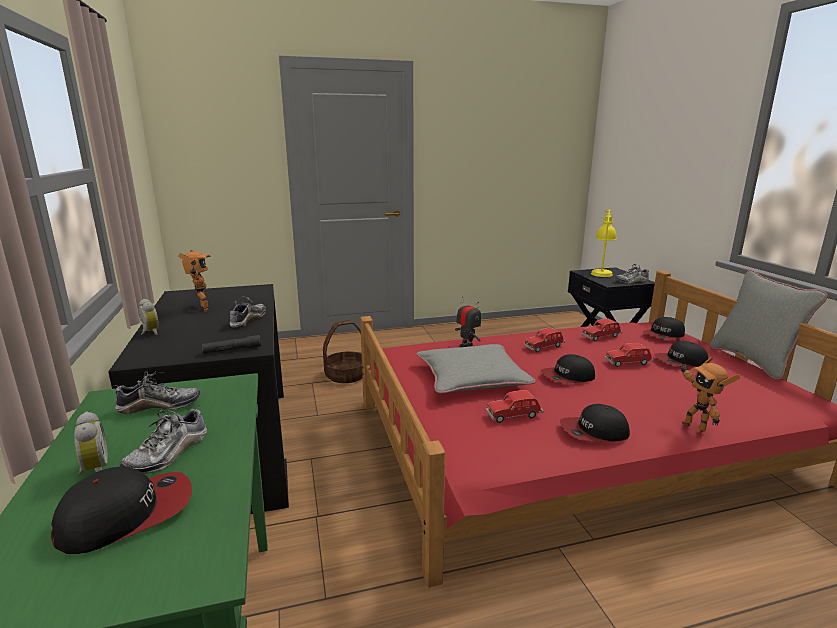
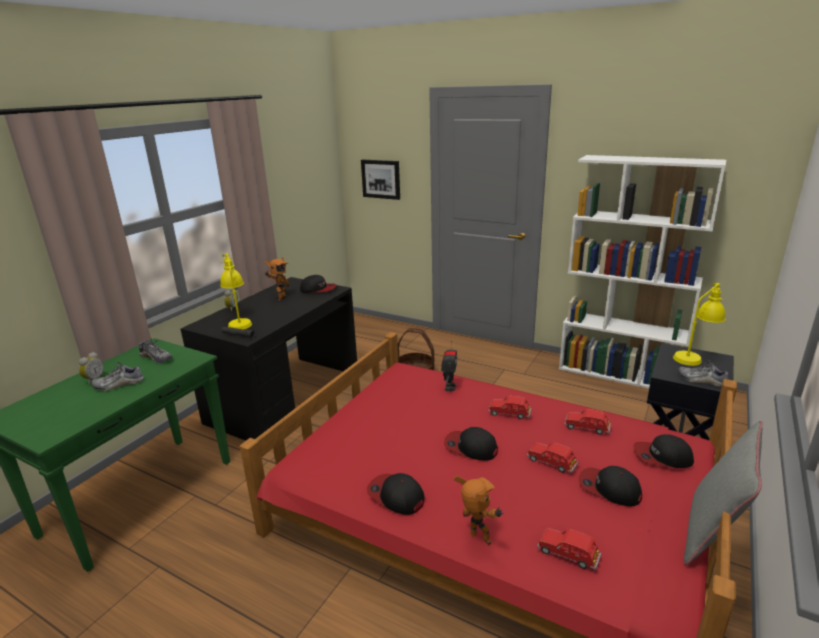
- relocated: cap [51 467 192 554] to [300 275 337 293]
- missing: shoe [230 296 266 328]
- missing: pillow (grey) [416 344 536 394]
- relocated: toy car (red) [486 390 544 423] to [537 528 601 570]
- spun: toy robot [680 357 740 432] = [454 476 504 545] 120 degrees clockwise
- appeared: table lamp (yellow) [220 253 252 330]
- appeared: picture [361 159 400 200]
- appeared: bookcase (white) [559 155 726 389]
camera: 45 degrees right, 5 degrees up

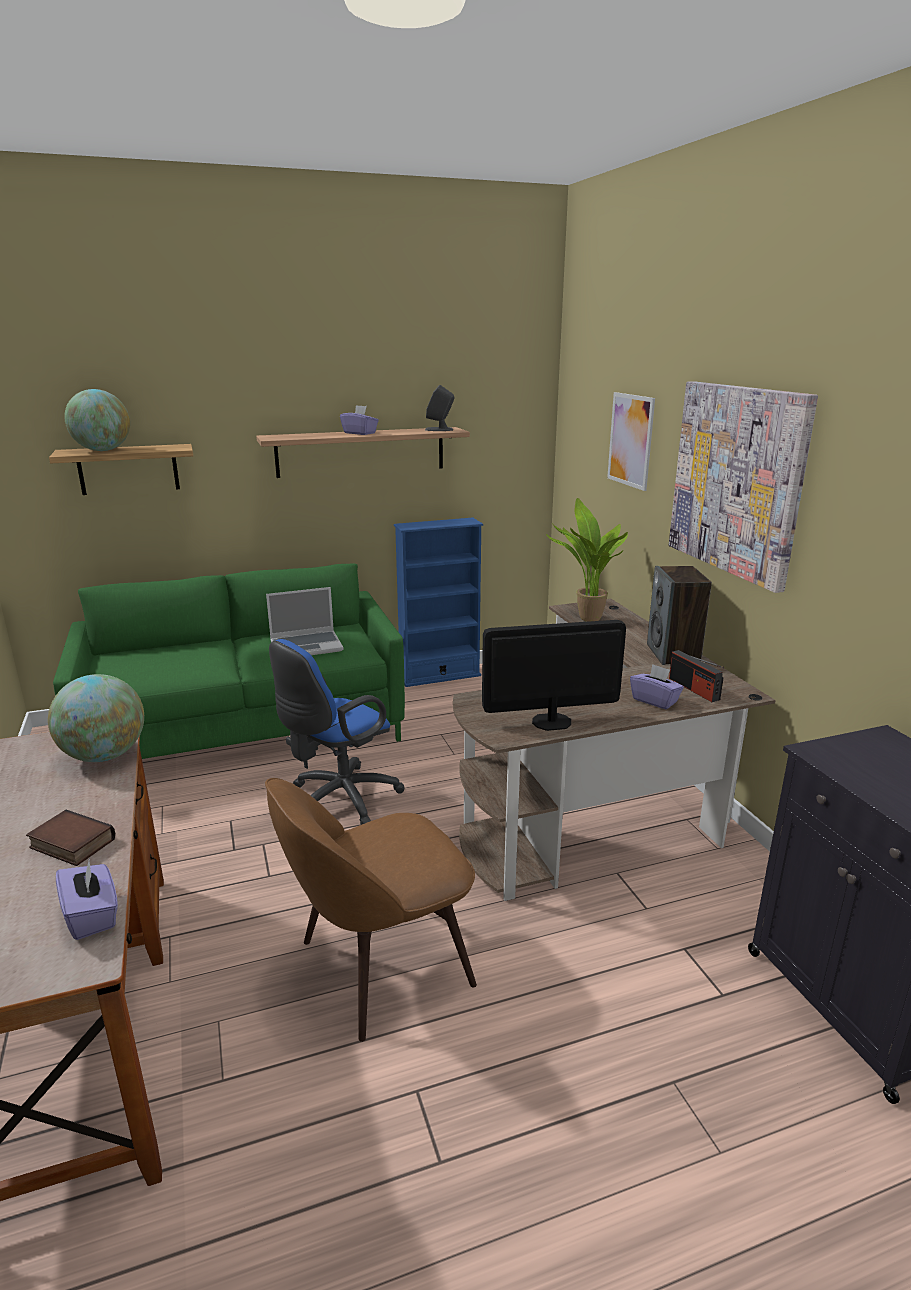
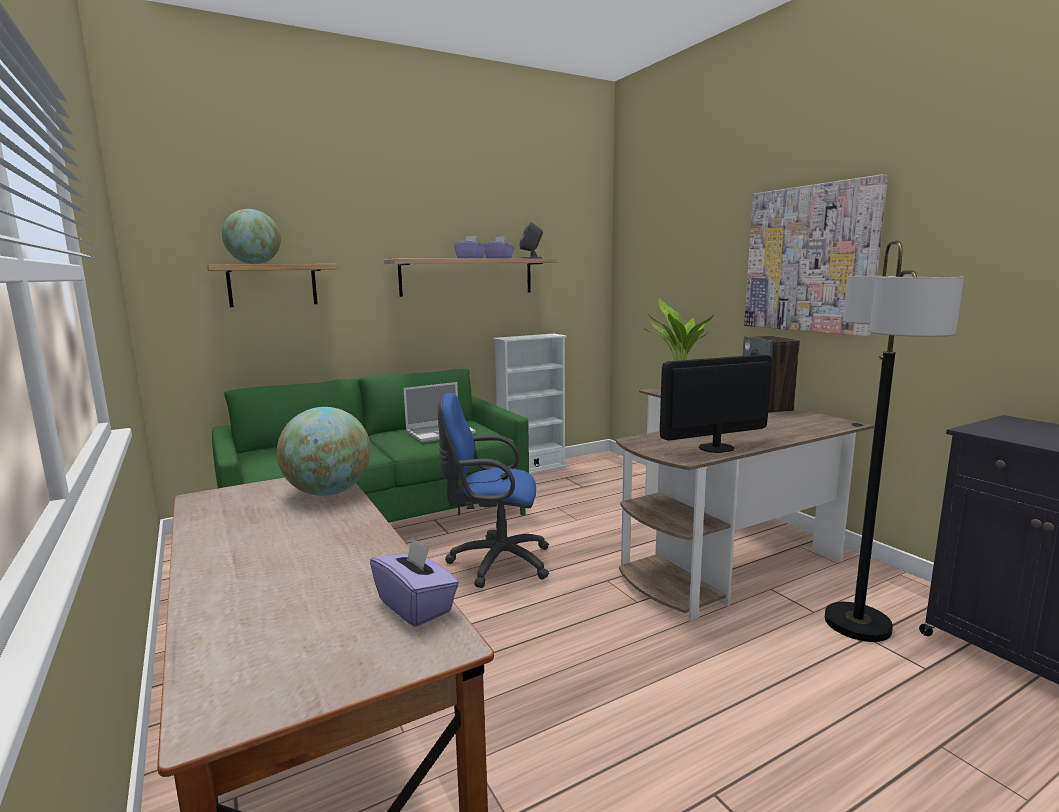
- missing: book [26 810 115 866]
- missing: chair (brown) [265 778 477 1042]
- spun: office chair (blue) [269 639 405 825] = [437 393 549 588] 60 degrees clockwise
- colour: bookcase (blue) [394 518 483 687] to bookcase (white) [493 334 567 474]
- missing: picture [607 392 655 491]
- relocated: tissue box (purple) [630 664 684 710] to [483 236 514 258]
- missing: radio [669 650 724 702]
- appeared: floor lamp [825 241 964 642]
camera: 10 degrees left, 10 degrees down

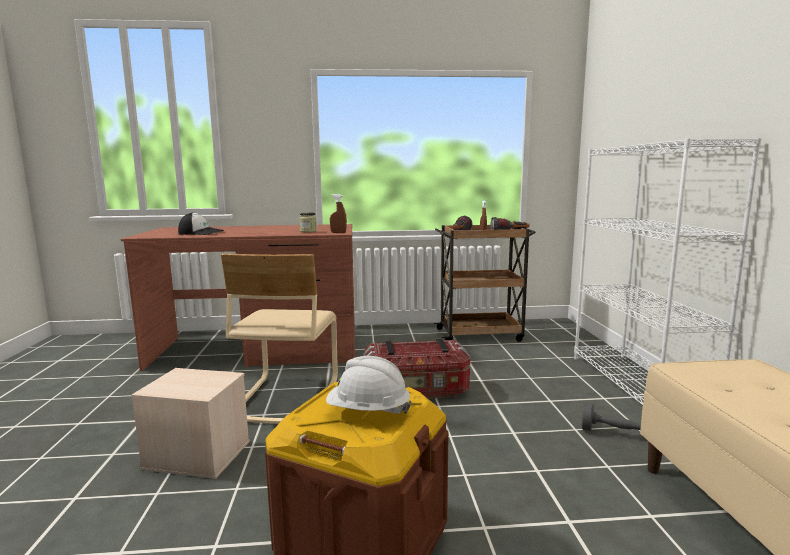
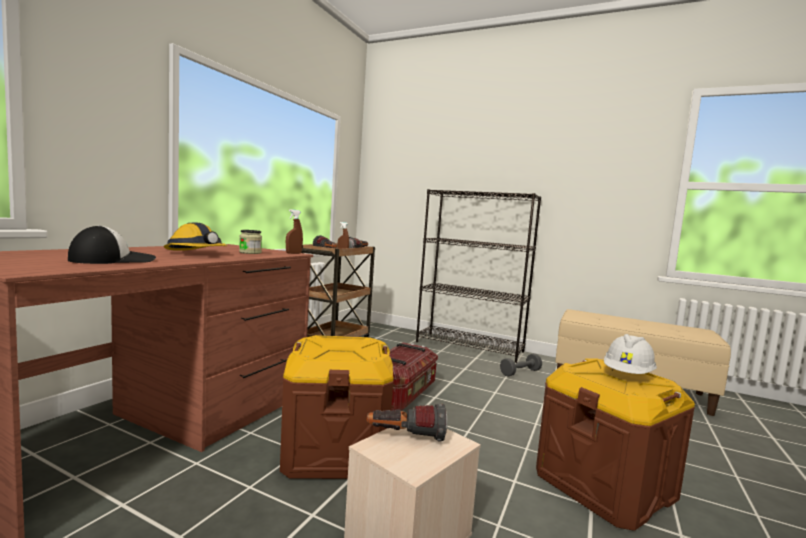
- exchanged: chair (beige) [221 253 338 424] to storage box (brown) [280 335 394 479]
- colour: bookcase (white) [574 138 762 405] to bookcase (black) [416 189 541 363]
- appeared: hard hat [164 222 228 251]
- appeared: flashlight [367 403 448 442]
camera: 60 degrees left, 5 degrees down

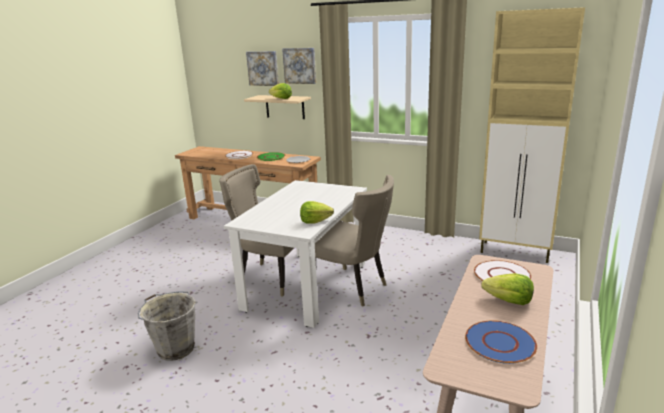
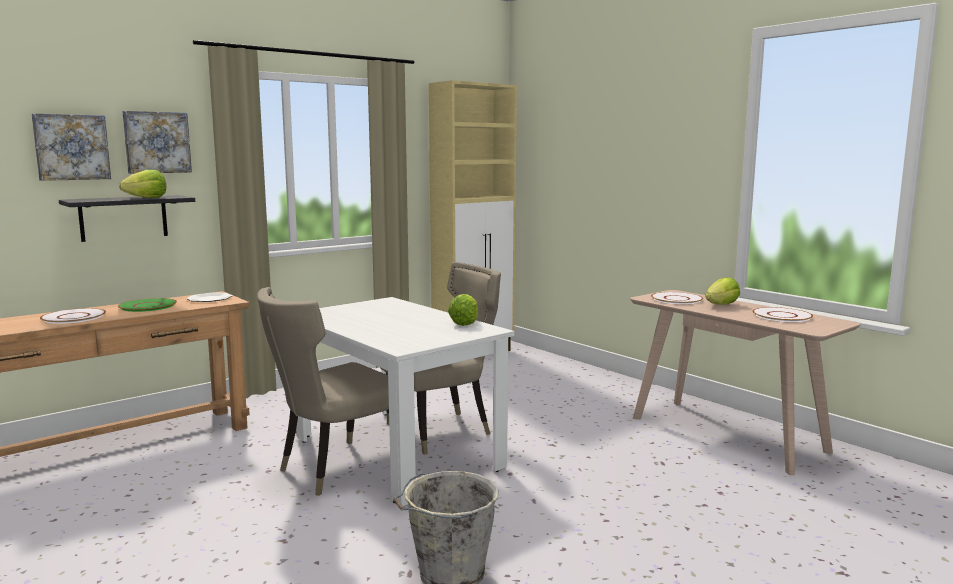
- colour: shelf (beige) [244 95 311 119] to shelf (black) [59 195 195 242]
- colour: plate (blue) [465 320 537 364] to plate (white) [752 307 813 322]
camera: 65 degrees left, 10 degrees down

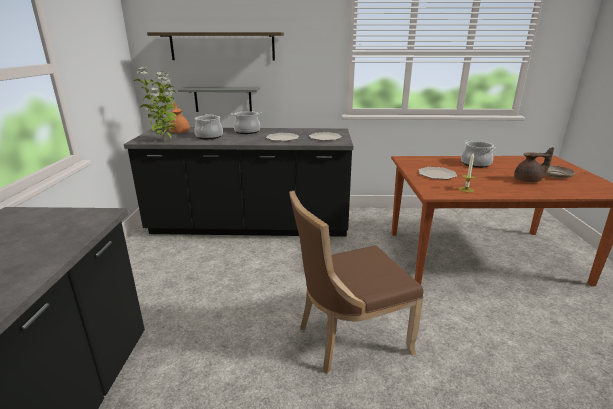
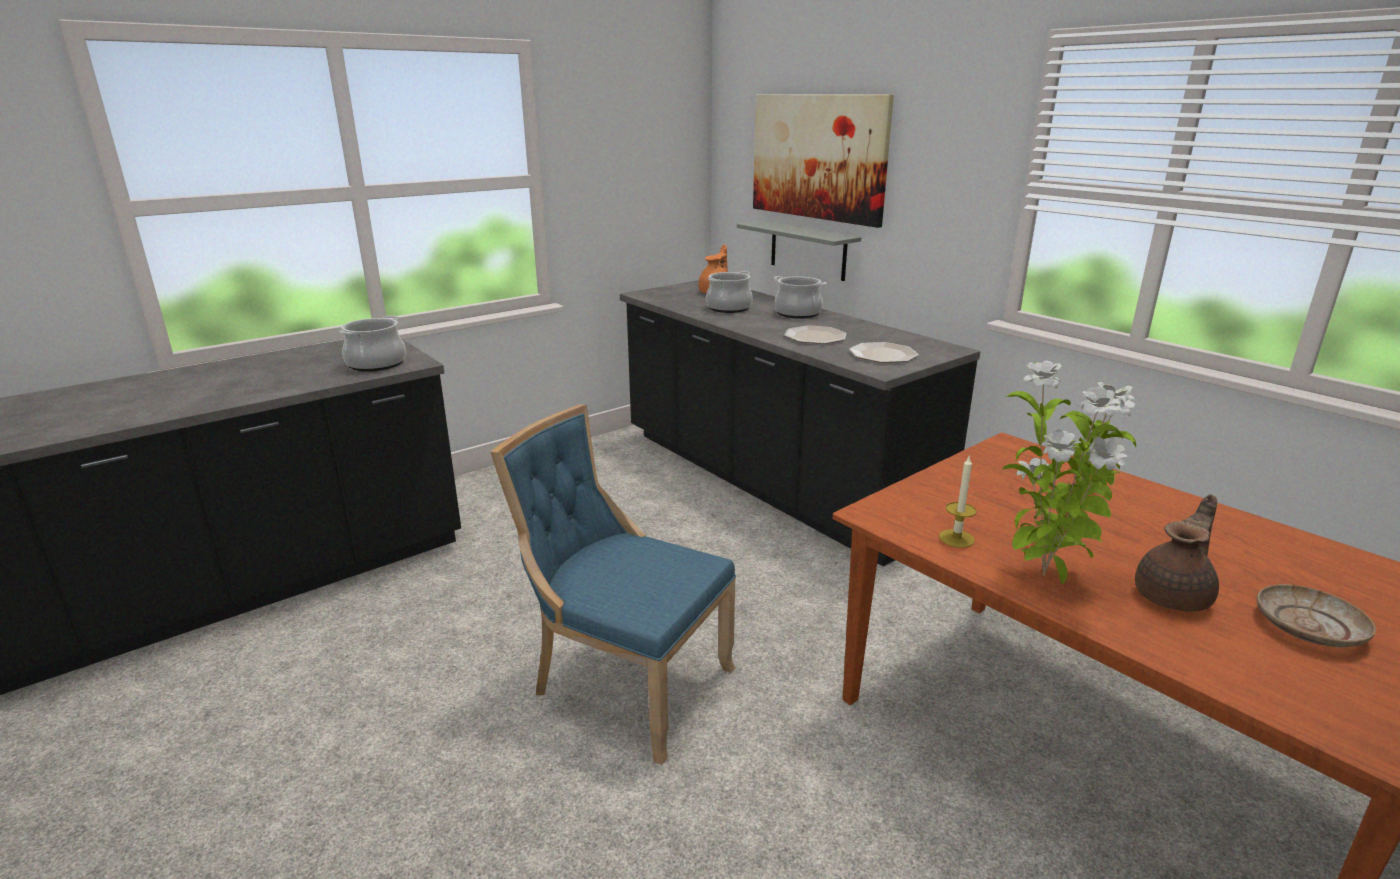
- relocated: potted plant [134 67 177 140] to [1002 361 1136 584]
- exchanged: shelf [147 32 284 60] to picture [753 95 894 228]
- colour: chair (brown) [289 191 423 374] to chair (blue) [491 404 736 765]
- missing: plate [418 167 457 179]
- relocated: cooking pot [461 140 496 168] to [339 315 406 372]
- spun: teapot (brown) [514 147 554 183] = [1135 494 1219 612] 90 degrees counterclockwise
camera: 50 degrees right, 0 degrees up

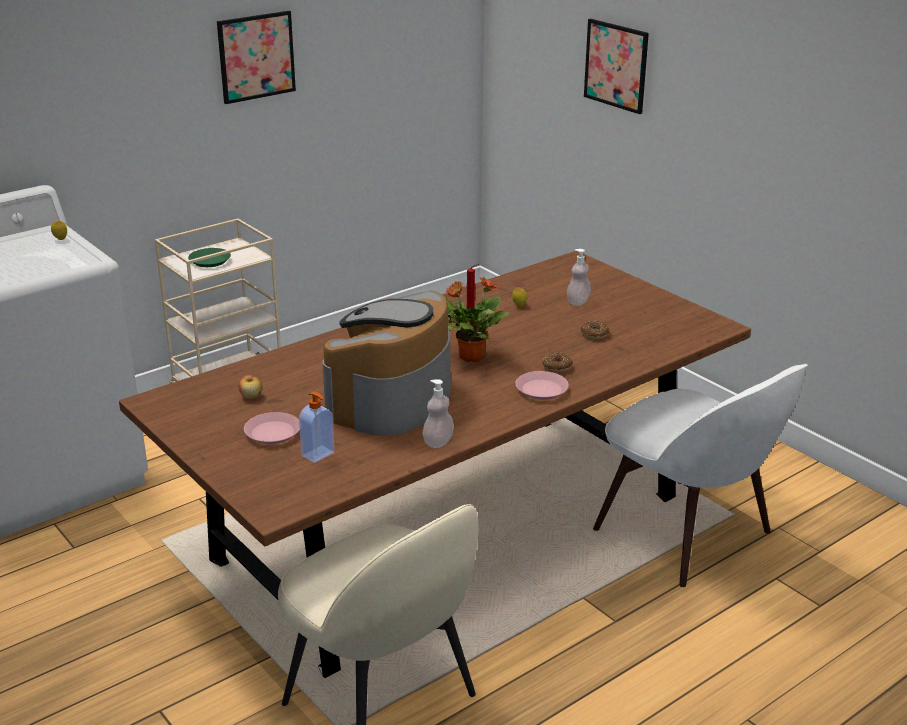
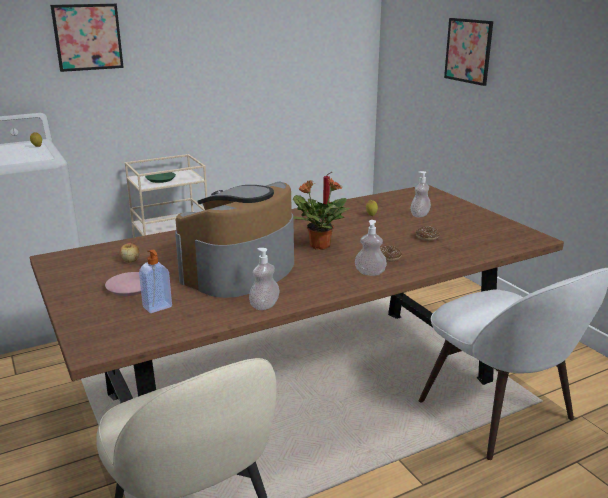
- relocated: picture [217 11 296 104] to [50 4 124 72]
- exchanged: plate (pink) [515 371 569 400] to soap dispenser [355 220 387 276]
camera: 10 degrees right, 5 degrees down

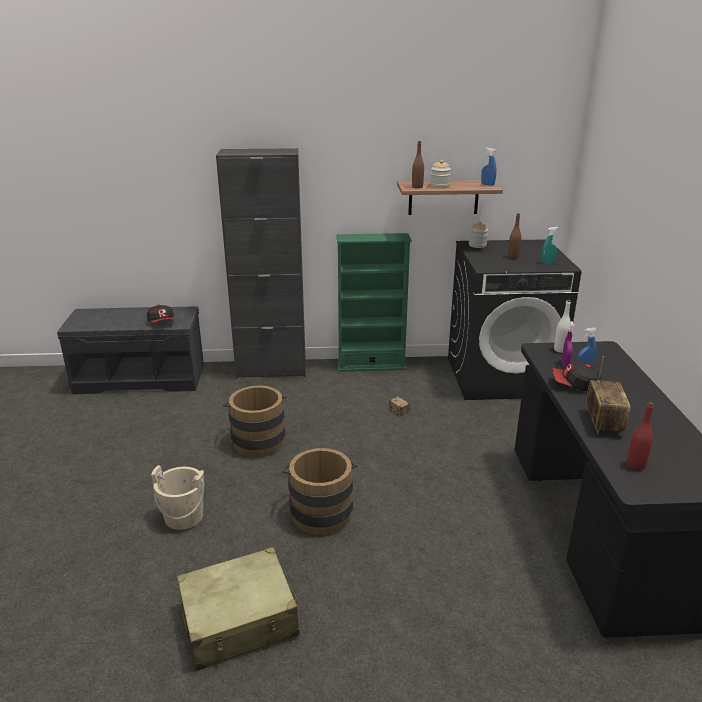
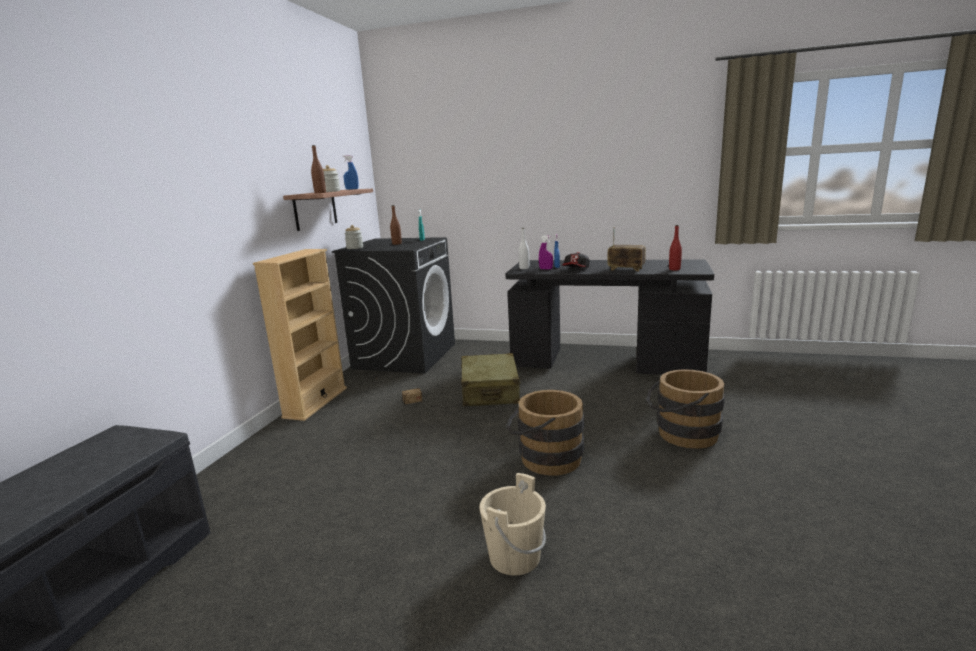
- missing: cap [147 304 174 323]
- relocated: suitcase (beige) [177 547 300 671] to [461 353 521 406]
- missing: cabinet (black) [216 148 306 378]
- relocated: bucket (brown) [222 385 287 457] to [646 369 725 449]
- colour: bookcase (green) [336 233 412 372] to bookcase (beige) [253 249 347 421]
camera: 70 degrees left, 10 degrees down

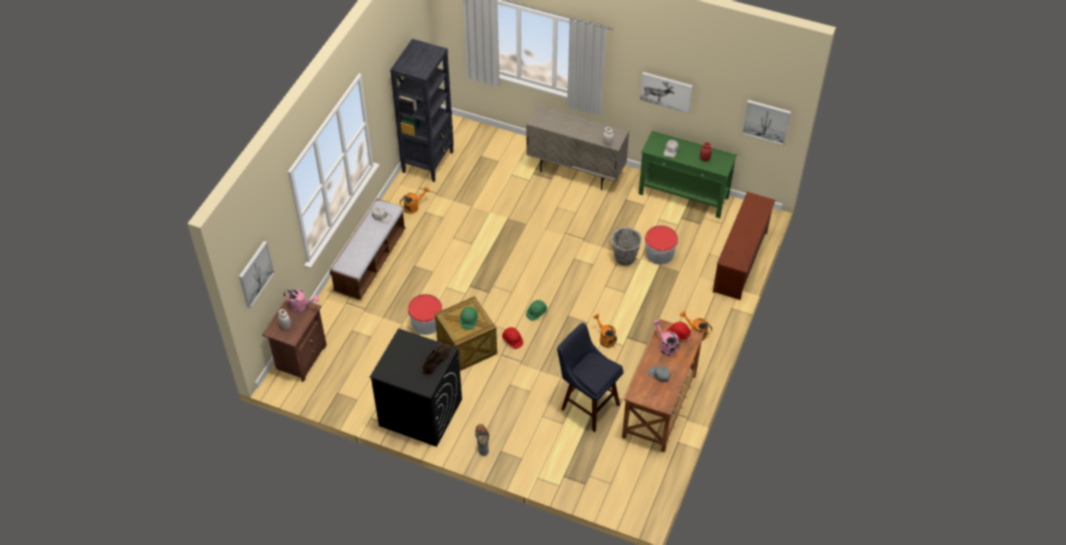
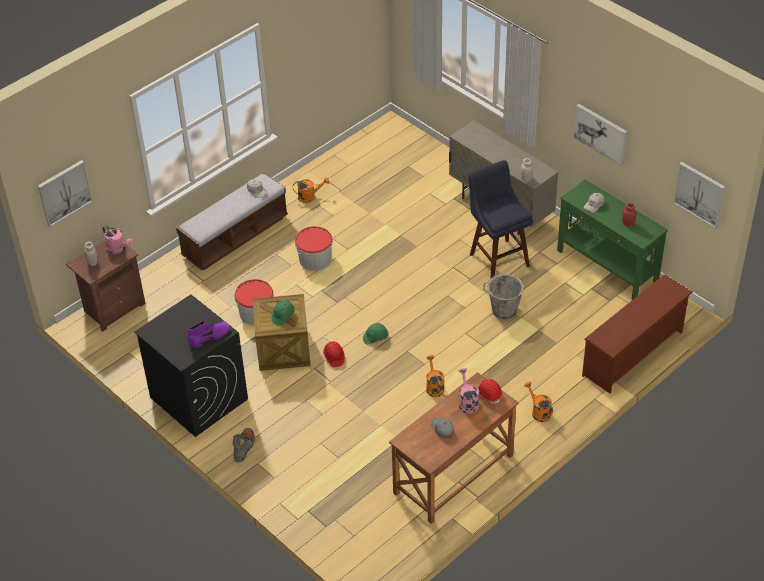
- missing: bookcase (black) [390 39 454 182]
- colour: boot (brown) [422 344 451 374] to boot (purple) [188 320 230 348]
- relocated: stool (blue) [557 323 624 432] to [468 160 533 280]
- relocated: bucket [645 225 678 265] to [295 226 333 271]
camera: 25 degrees right, 5 degrees down

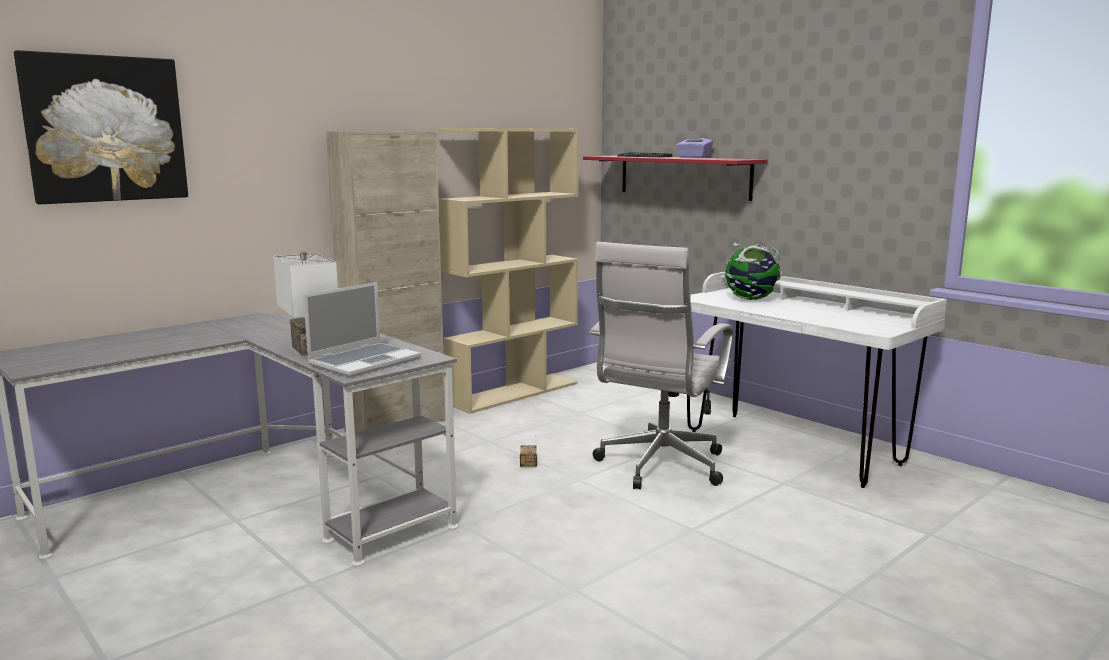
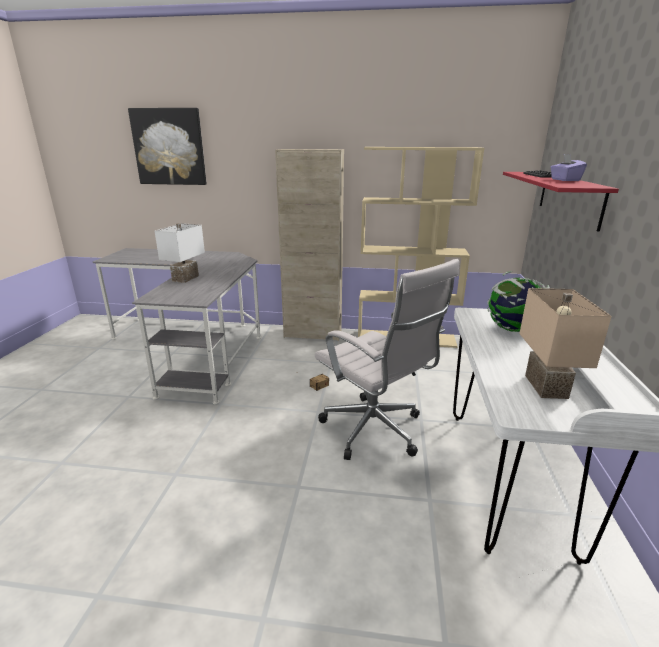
- missing: laptop [303 282 421 377]
- spun: office chair (white) [589 242 733 489] = [315 259 460 460] 120 degrees counterclockwise
- appeared: table lamp (beige) [519 288 612 399]
camera: 50 degrees right, 10 degrees up

